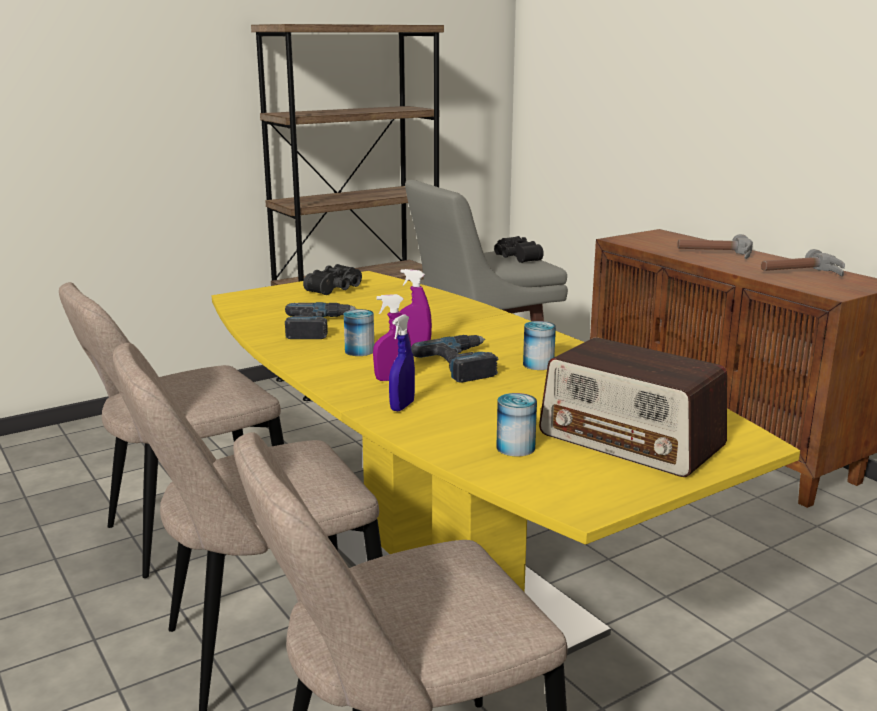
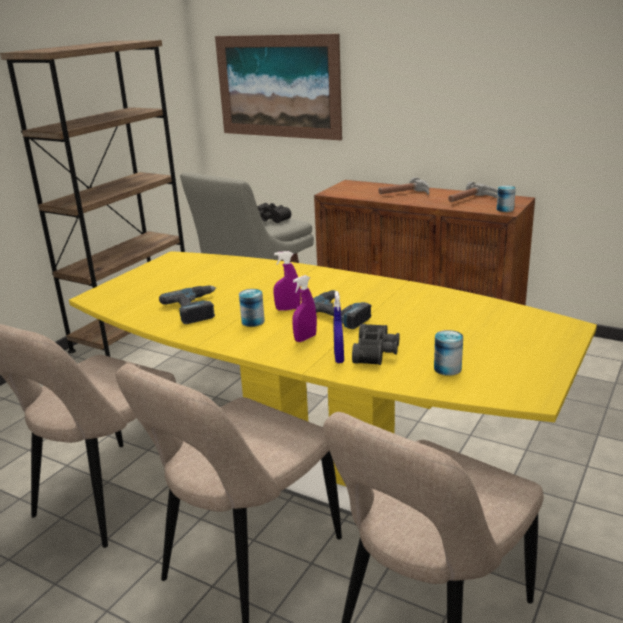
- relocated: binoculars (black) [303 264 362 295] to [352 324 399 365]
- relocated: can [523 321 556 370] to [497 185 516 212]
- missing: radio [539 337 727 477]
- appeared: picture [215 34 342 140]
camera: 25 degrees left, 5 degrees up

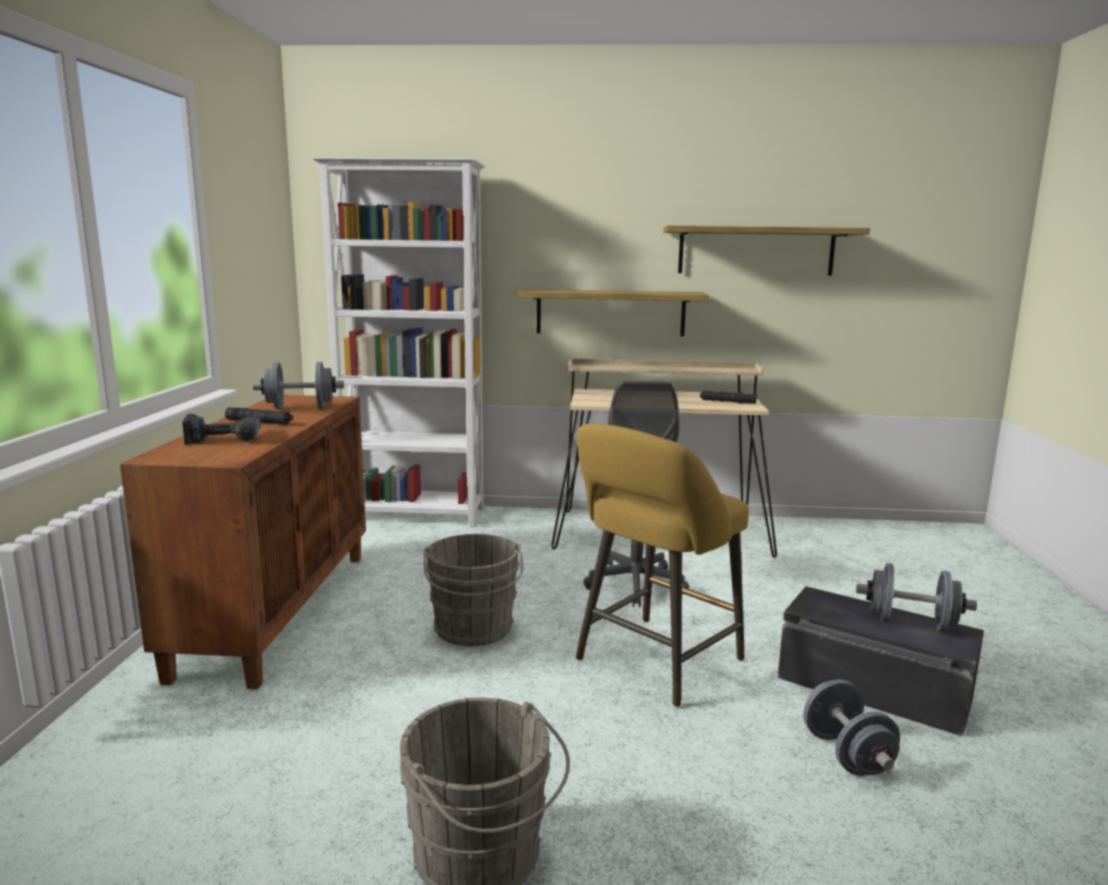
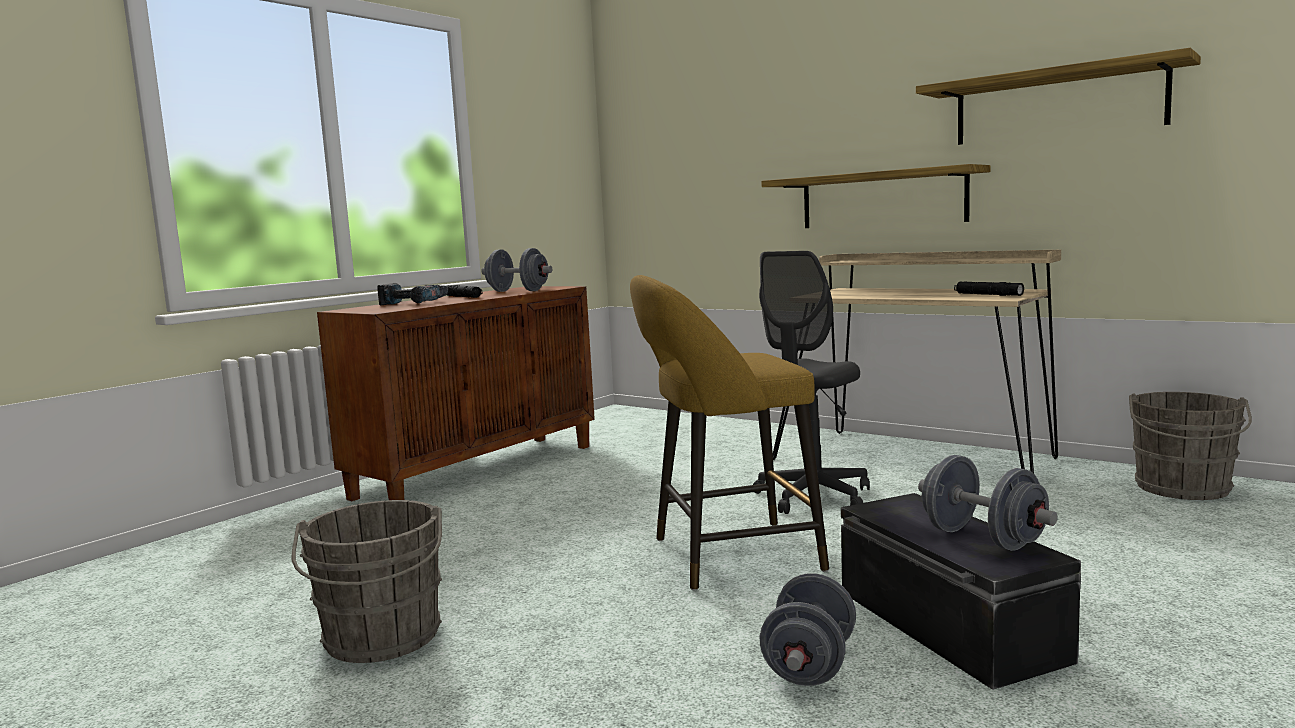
- missing: bookcase (white) [312 158 485 527]
- relocated: bucket (grey) [424 534 523 646] to [1129 392 1252 500]
camera: 35 degrees right, 5 degrees down

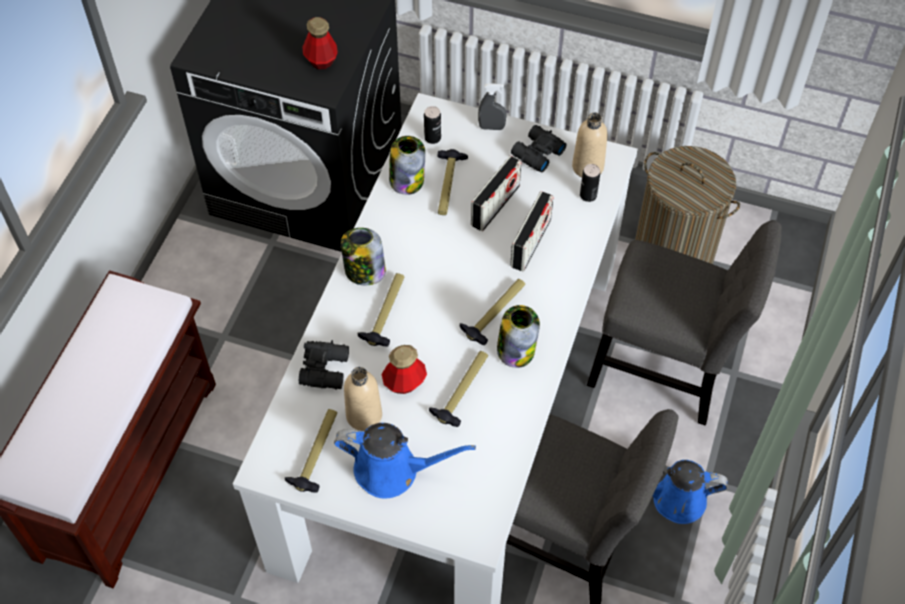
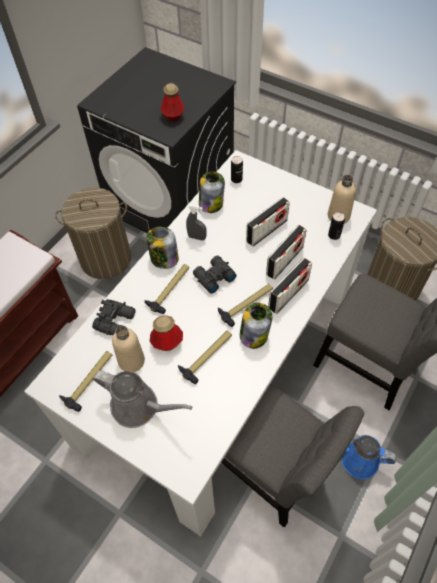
- colour: watering can (blue) [334 423 476 498] to watering can (grey) [93 371 192 428]
- missing: hammer [438 149 468 215]
- relocated: spray bottle (grey) [478 83 507 130] to [186 205 207 241]
- relocated: binoculars (black) [511 125 566 173] to [193 256 236 294]
- appeared: laundry basket [55 188 131 279]
- appeared: radio [268 258 312 314]
camera: 15 degrees right, 0 degrees up

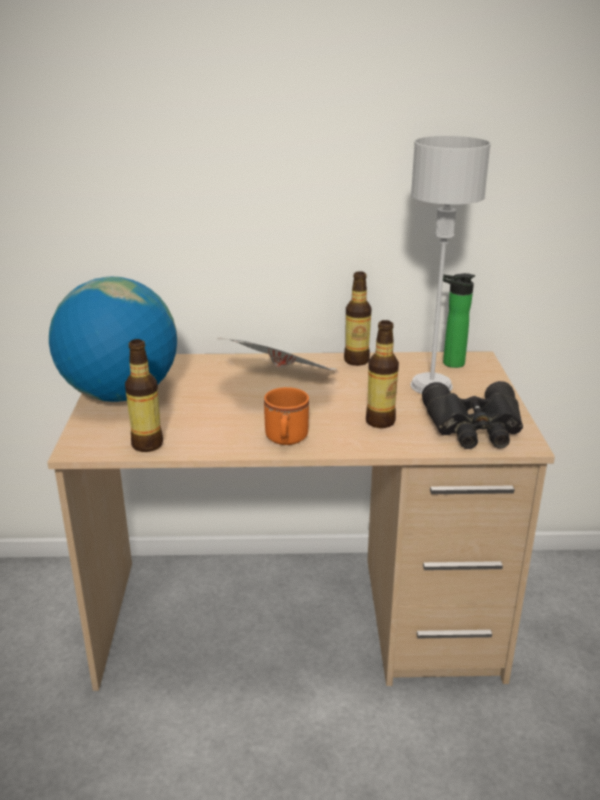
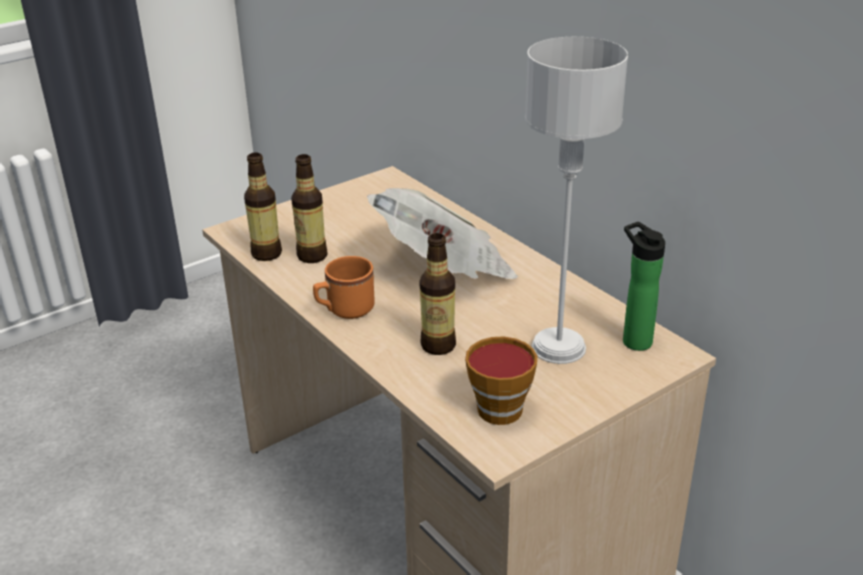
- missing: globe [49 277 177 402]
- relocated: bottle [344 271 372 366] to [291 154 327 263]
- exchanged: binoculars (black) [422 381 523 449] to cup [465 337 537 425]
camera: 55 degrees right, 5 degrees up

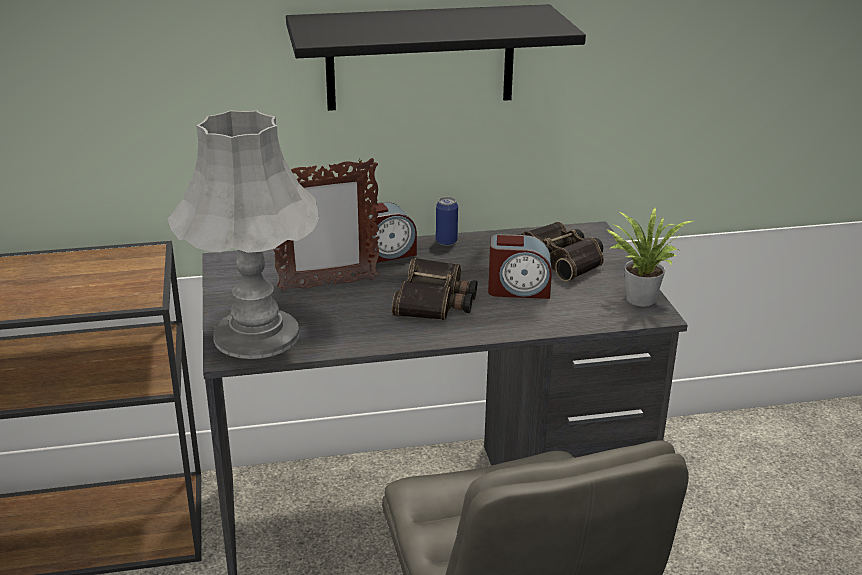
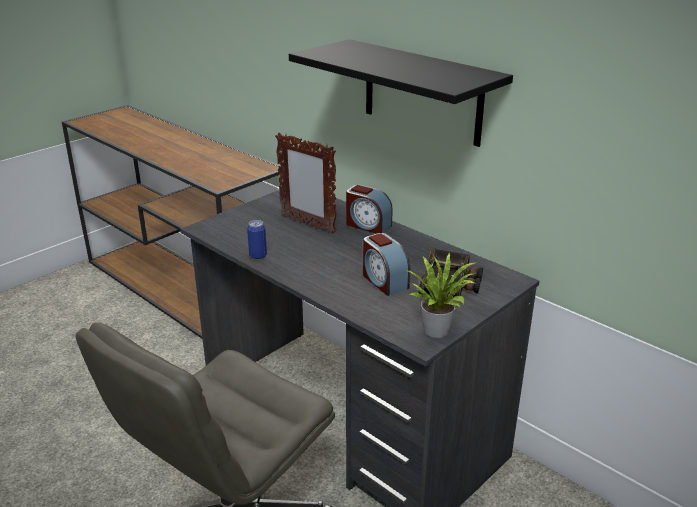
- missing: table lamp (grey) [168 110 320 359]
- missing: binoculars [392 258 477 320]
- relocated: can [436 197 458 246] to [247 220 267 259]
camera: 55 degrees right, 0 degrees up

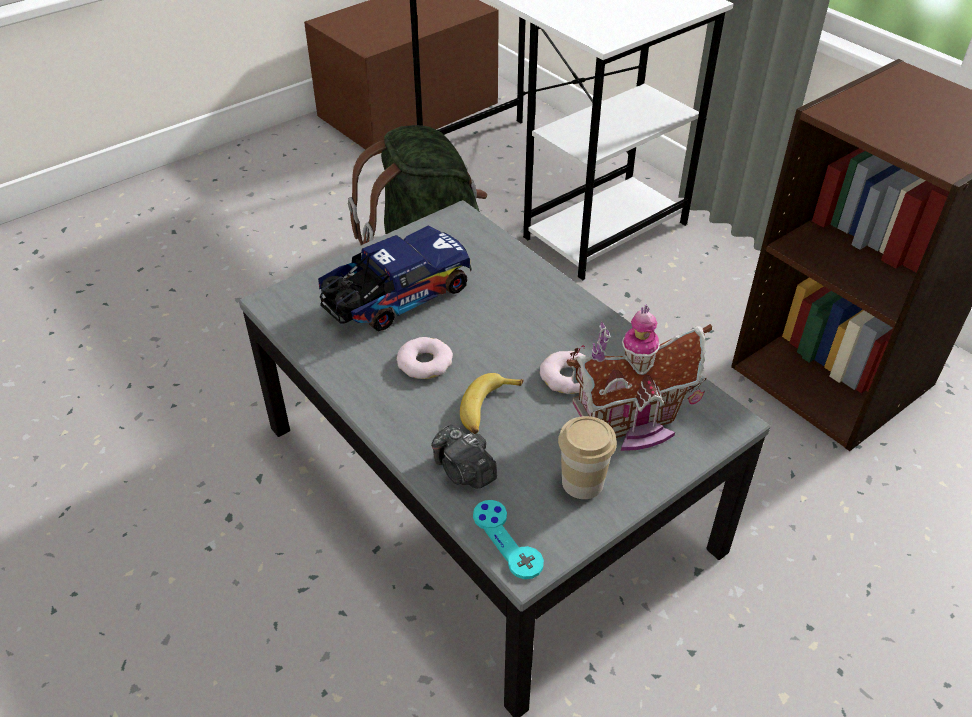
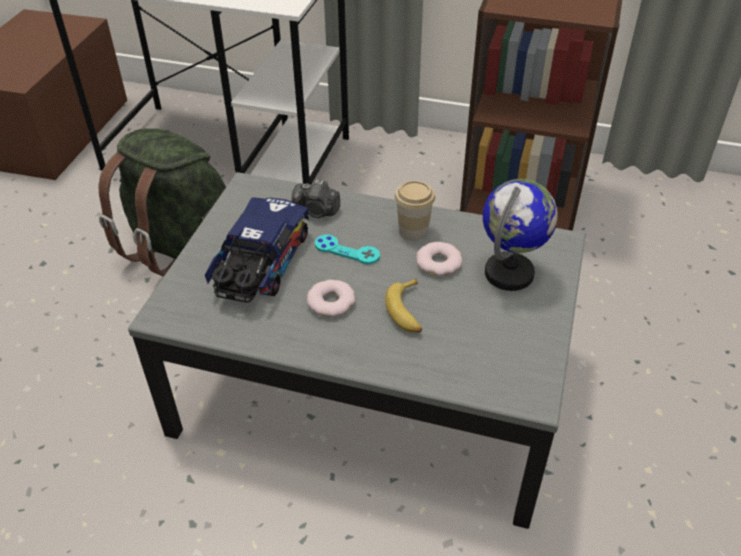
- relocated: photo camera [431 424 497 489] to [292 180 340 218]
- relocated: game controller (turquoise) [473 500 544 579] to [315 234 380 265]
- relocated: cup [558 416 617 499] to [395 181 435 241]
- exchanged: toy house [567 305 712 451] to globe [483 179 558 291]
camera: 35 degrees left, 0 degrees up

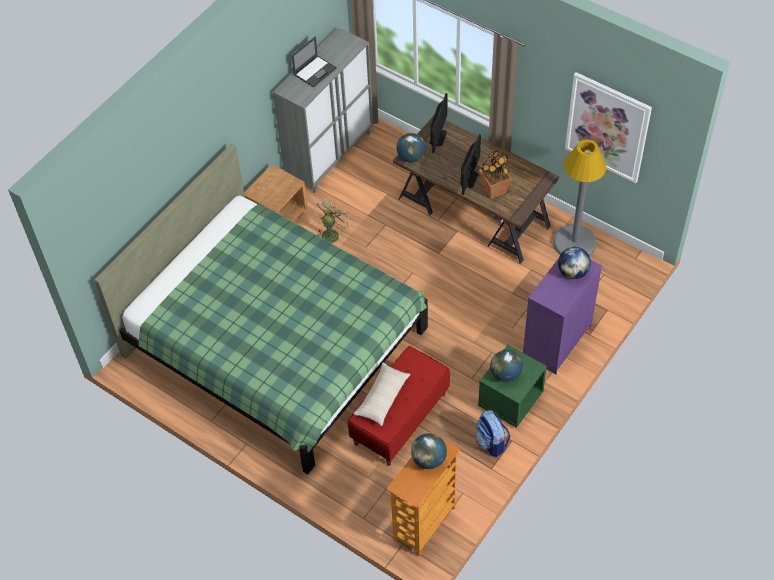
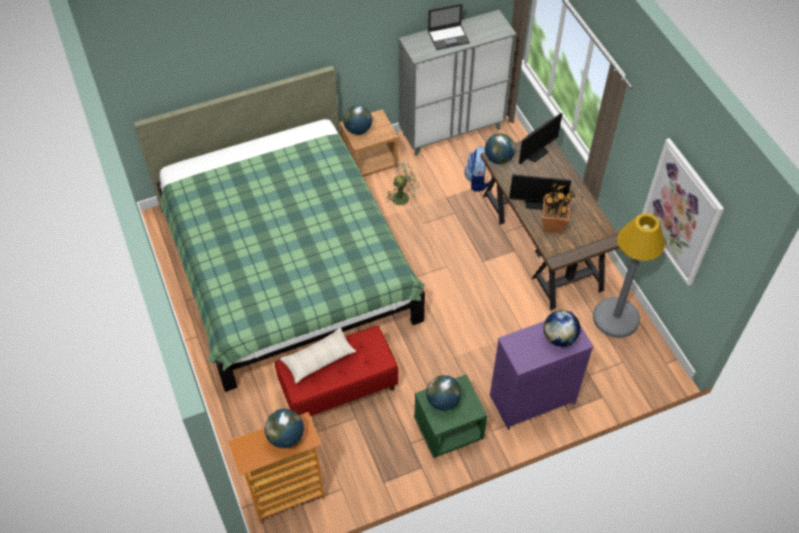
- spun: monitor [460 134 481 195] = [509 174 571 210] 45 degrees clockwise
- relocated: backpack [476 410 510 457] to [464 146 493 192]
- appeared: globe [343 105 372 135]
camera: 30 degrees right, 0 degrees up

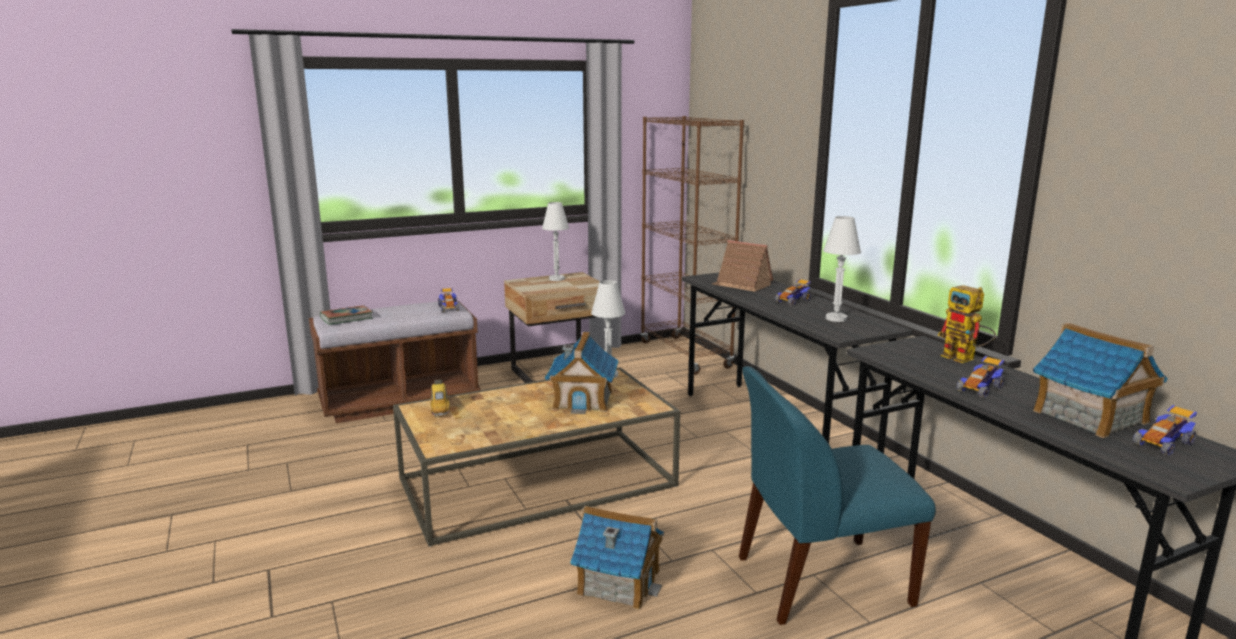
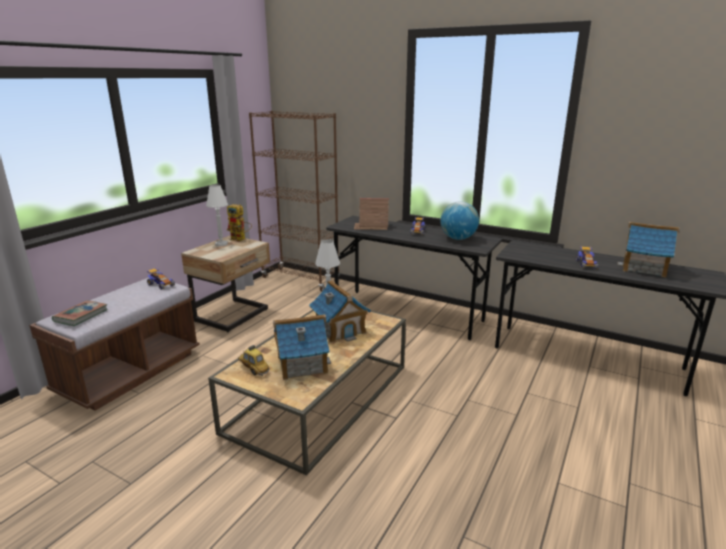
- relocated: toy house [570 506 664 610] to [273 314 331 380]
- missing: chair (blue) [739 366 936 625]
- exchanged: table lamp (white) [823 216 861 322] to globe [441 201 479 240]
- relocated: toy robot [937 285 996 363] to [227 204 252 242]
- missing: toy car [1133 405 1197 456]
camera: 35 degrees left, 5 degrees up

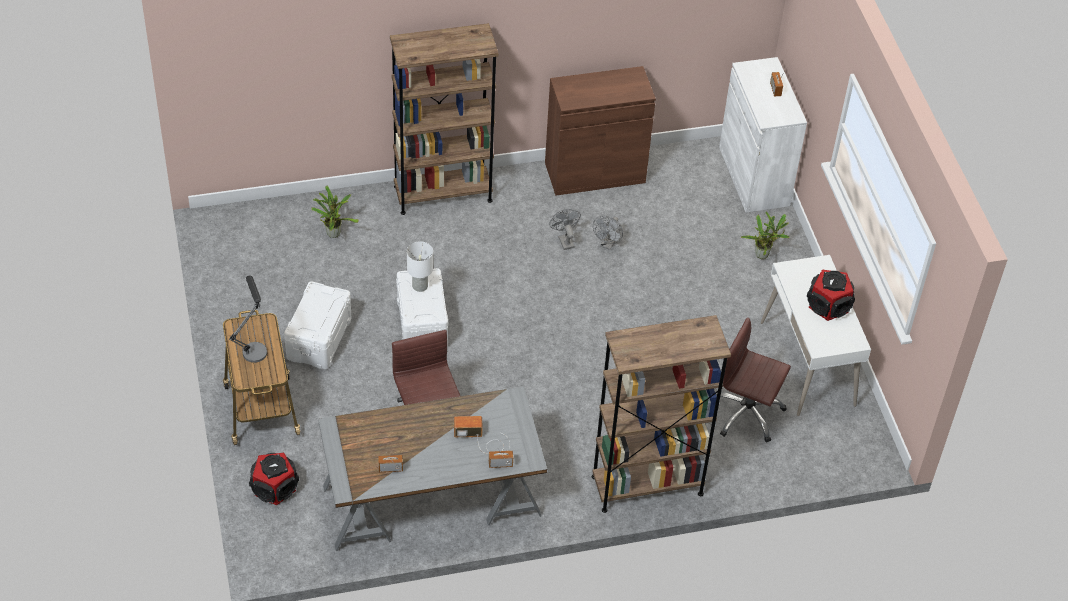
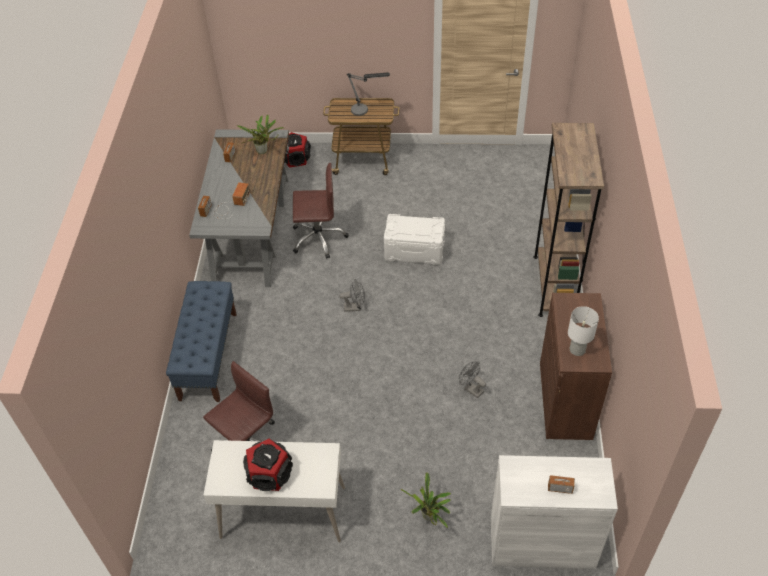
- missing: storage box (white) [284 281 351 369]
- relocated: potted plant [311 185 359 238] to [237 115 283 154]
- relocated: table lamp (white) [407 241 433 292] to [568 306 599 356]
- relocated: fan (grey) [549 209 581 250] to [339 279 365 312]
- exchanged: bookcase (brown) [592 315 731 513] to bench (blue) [166 281 237 402]
camera: 110 degrees right, 0 degrees up

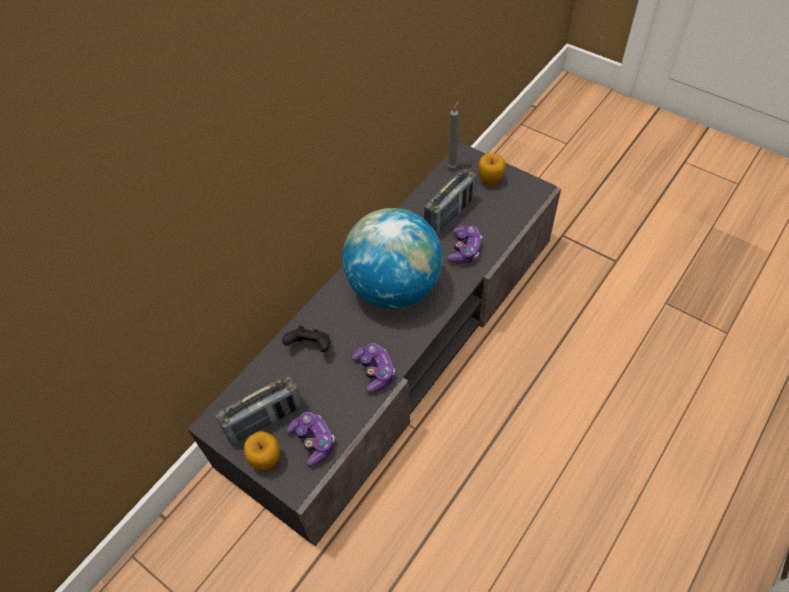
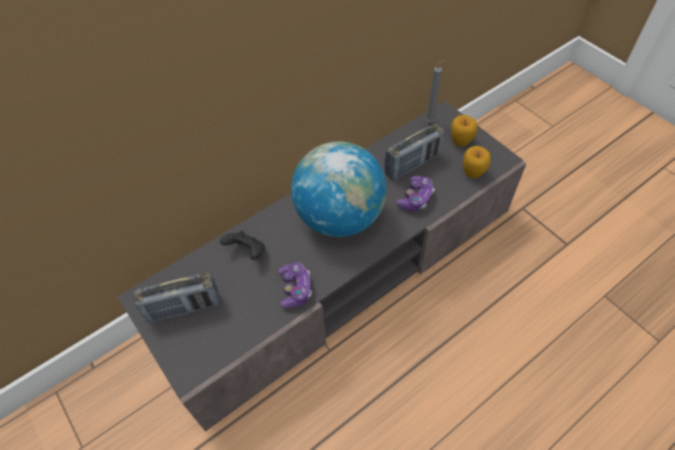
- relocated: apple [244 431 280 471] to [463 146 491 178]
- missing: game controller [286 412 335 466]
camera: 15 degrees right, 0 degrees up

